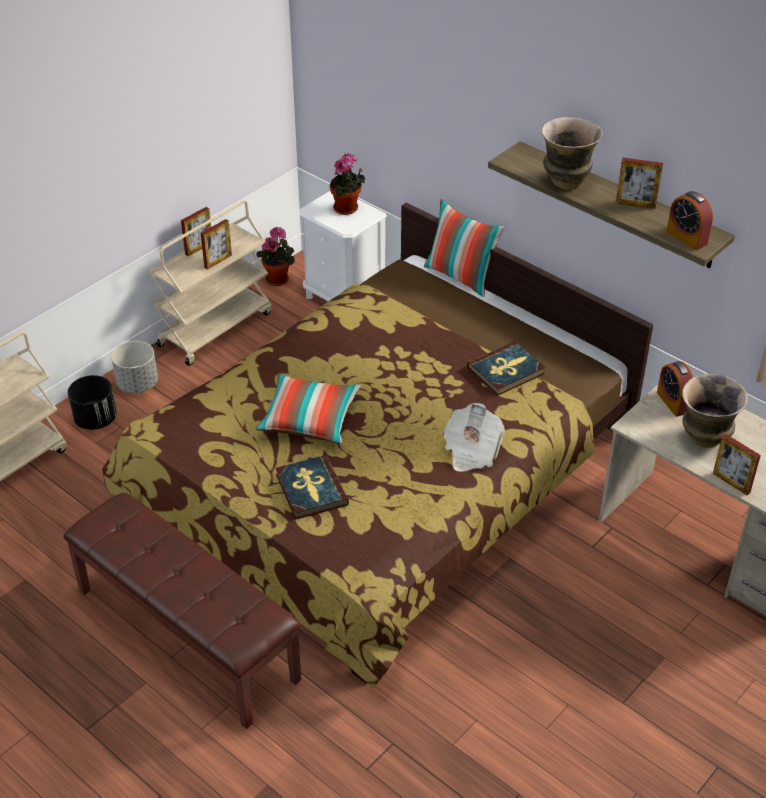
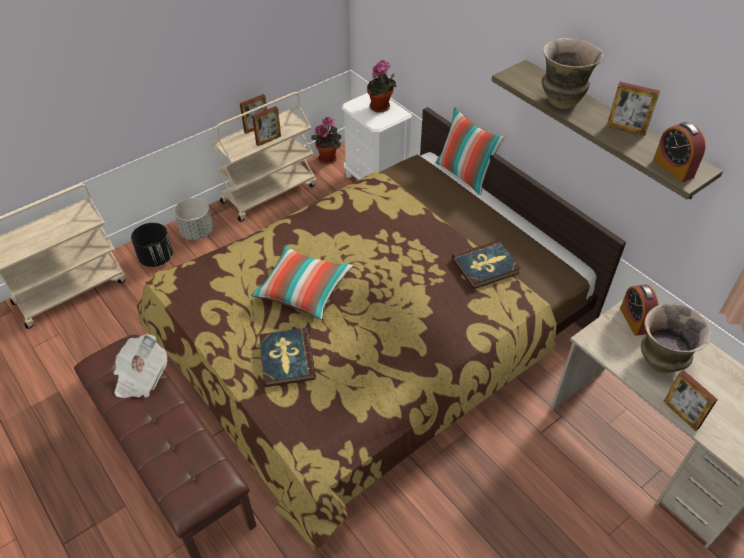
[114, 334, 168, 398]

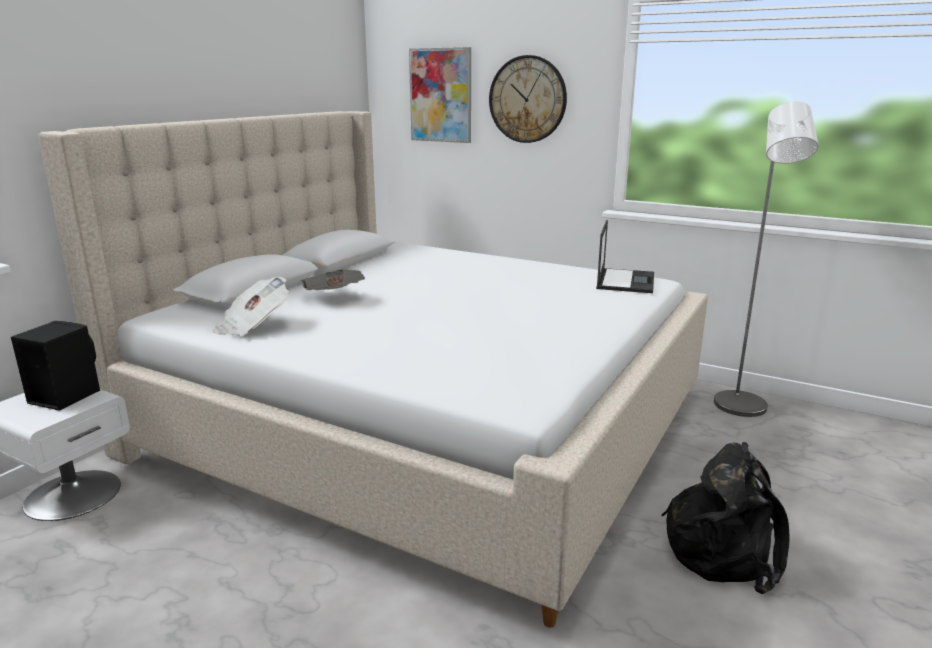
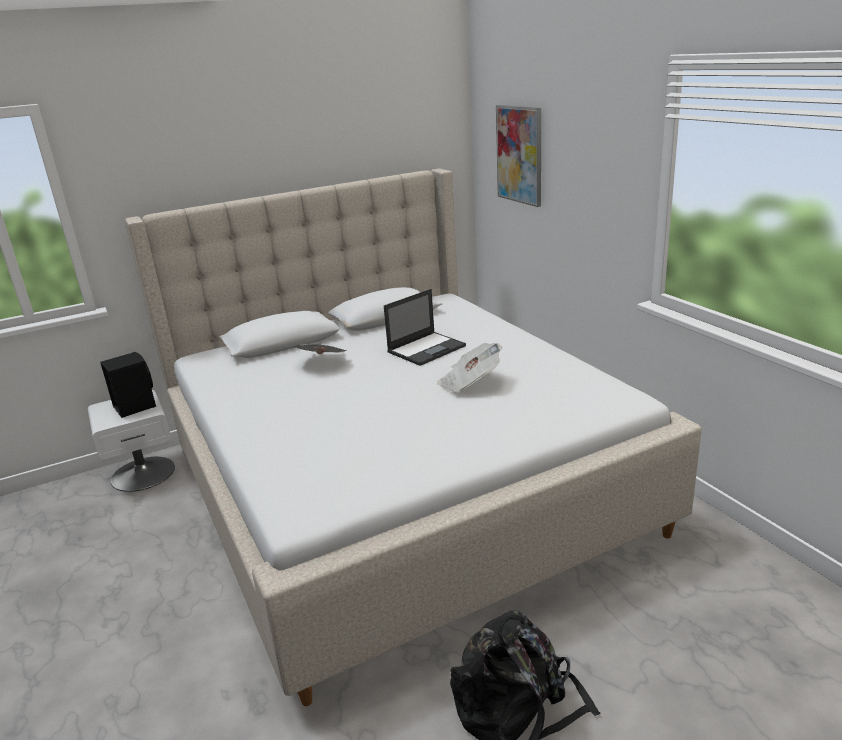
[384, 289, 466, 366]
[437, 343, 502, 393]
[489, 55, 567, 143] (first image)
[714, 102, 819, 417] (first image)

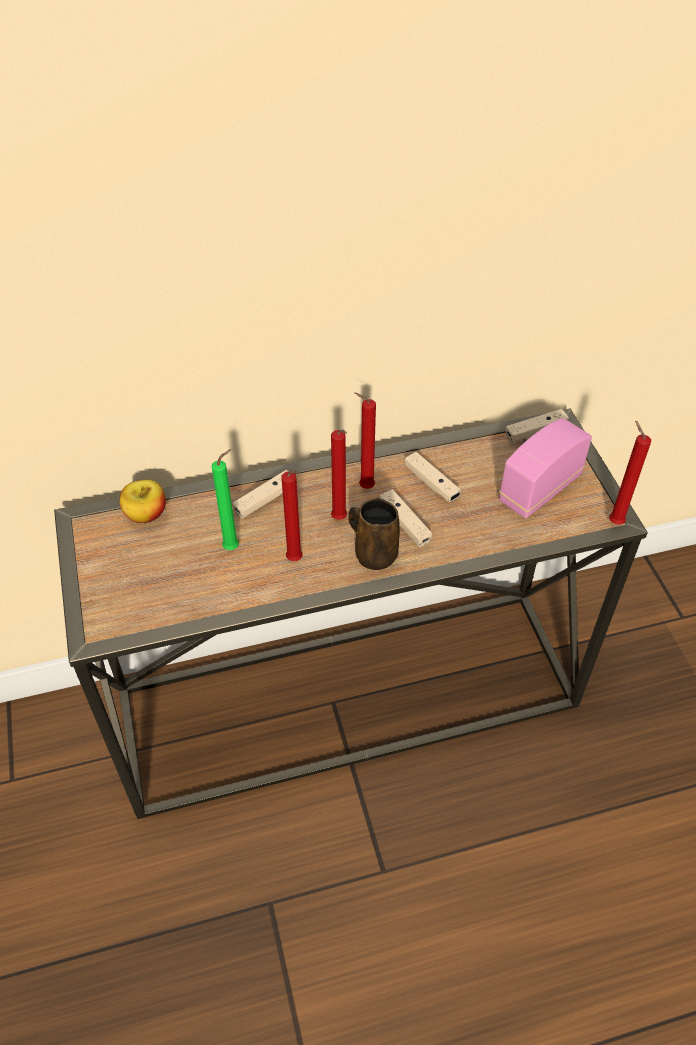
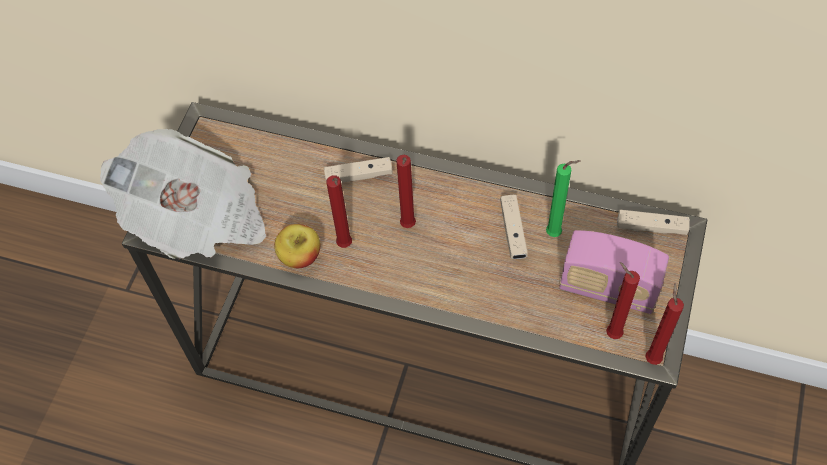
[100, 129, 266, 259]
[274, 224, 320, 268]
[546, 160, 581, 237]
[560, 230, 669, 314]
[606, 262, 640, 339]
[349, 498, 400, 571] (first image)
[379, 489, 432, 547] (first image)

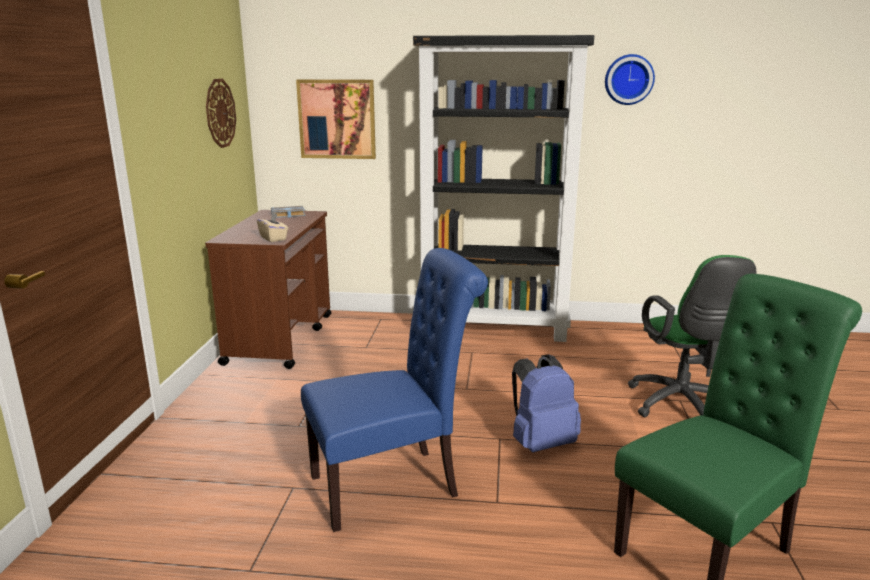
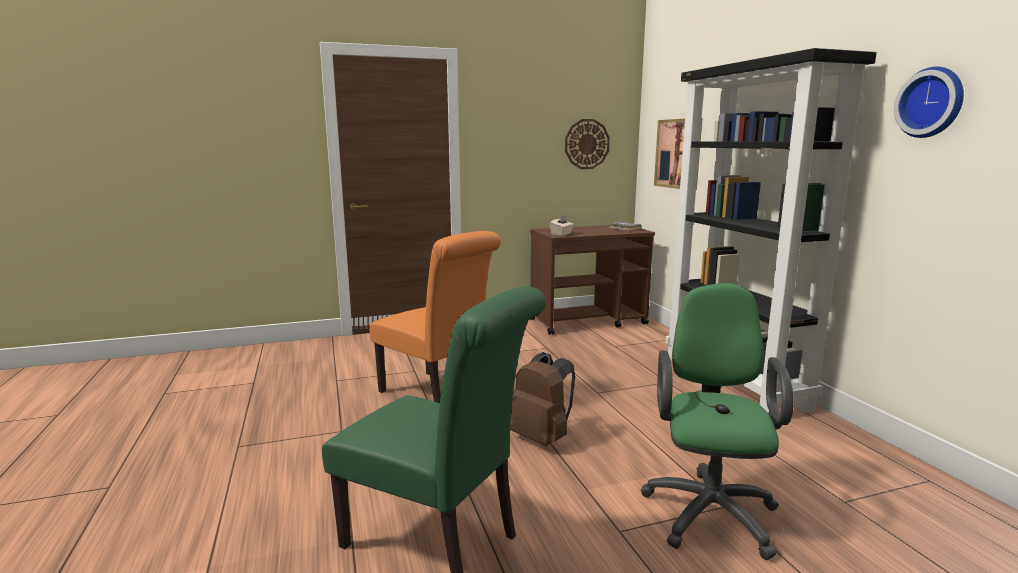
[369, 231, 501, 403]
[510, 352, 575, 446]
[640, 283, 793, 560]

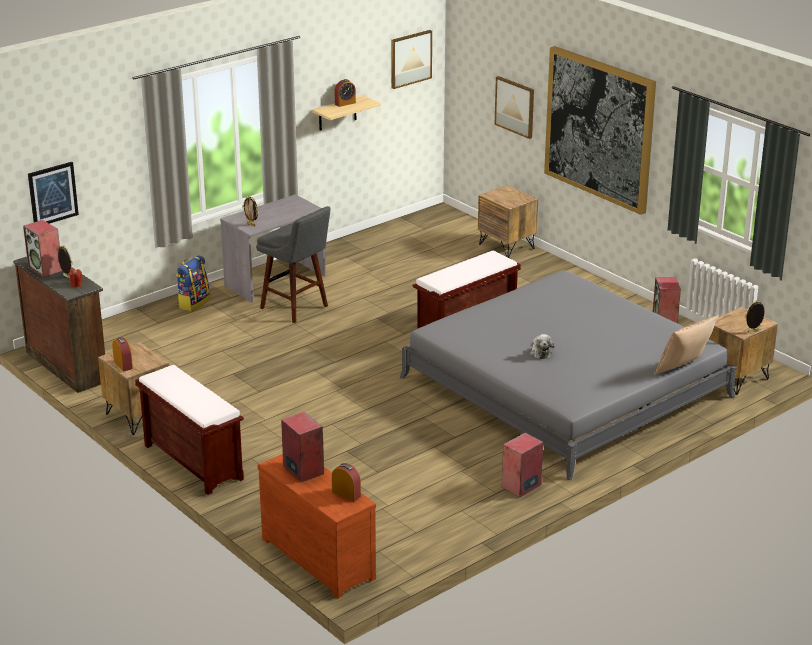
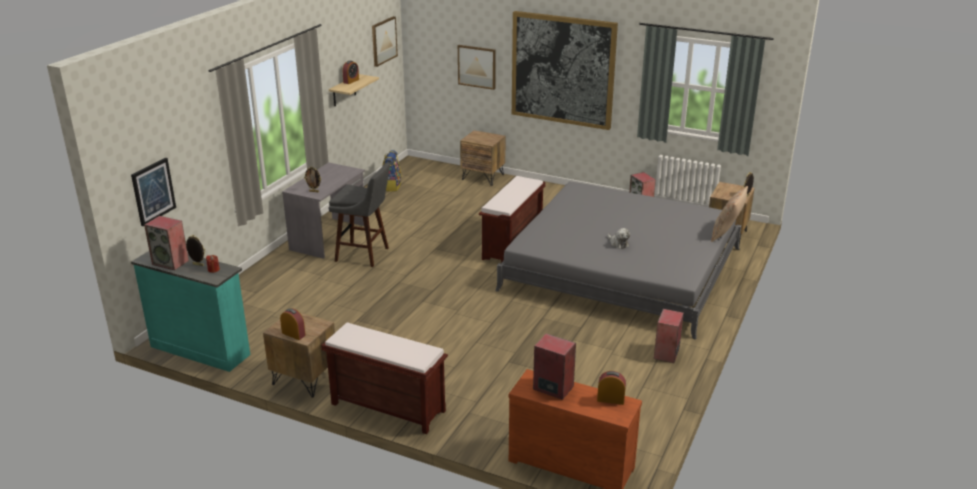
[131, 251, 250, 372]
[383, 150, 402, 192]

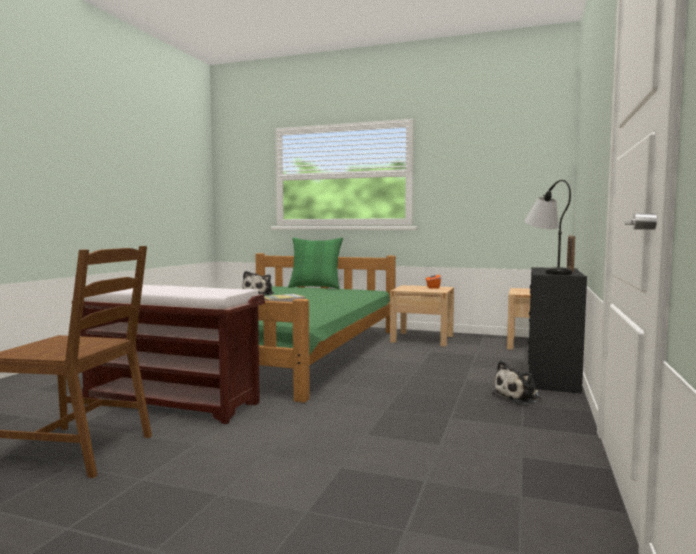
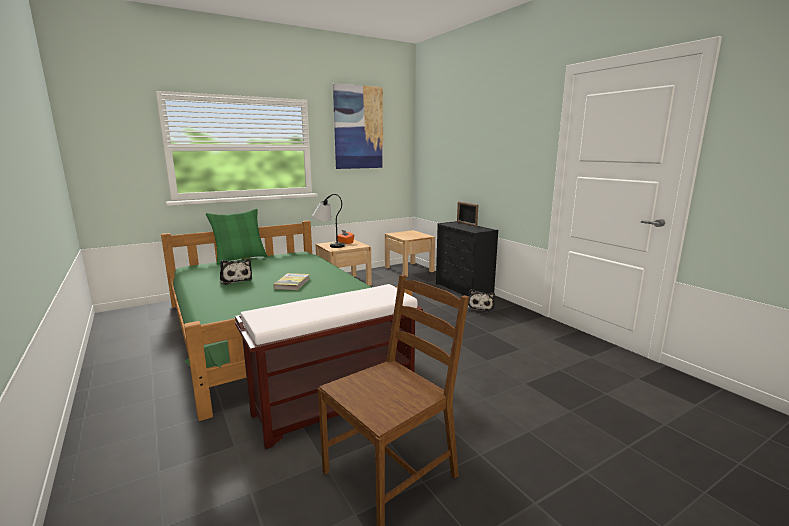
[312, 194, 344, 248]
[333, 83, 383, 169]

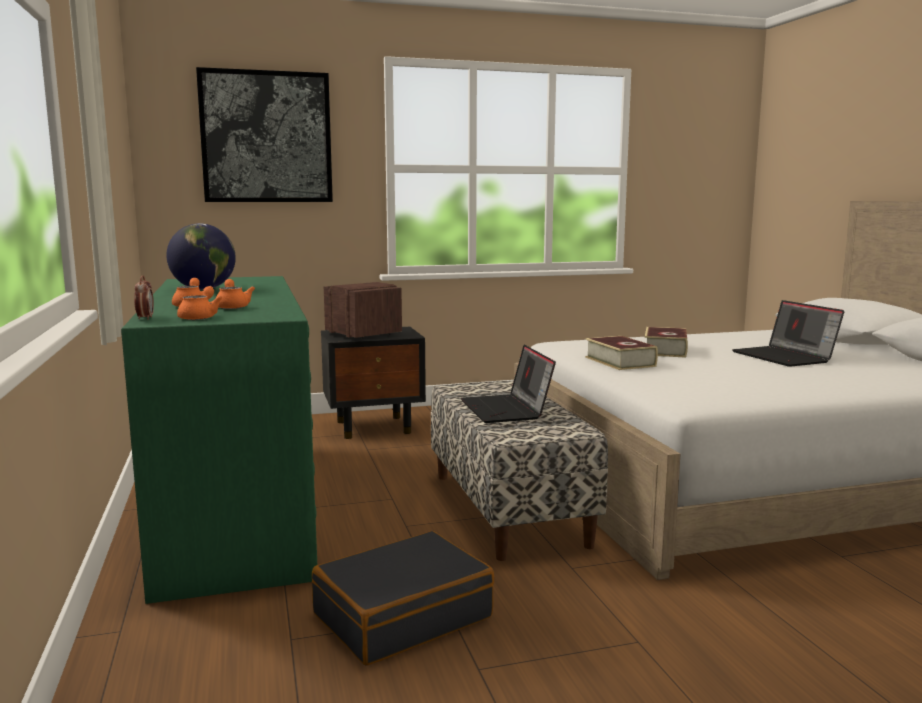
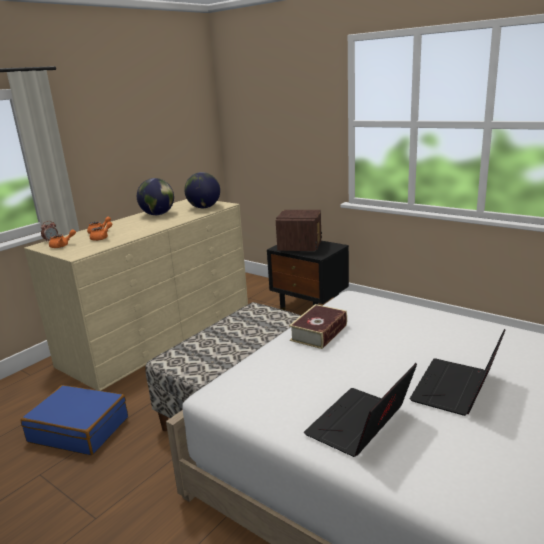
[20, 385, 128, 455]
[24, 199, 248, 391]
[184, 172, 220, 208]
[304, 363, 417, 457]
[196, 67, 333, 202] (first image)
[645, 327, 688, 358] (first image)

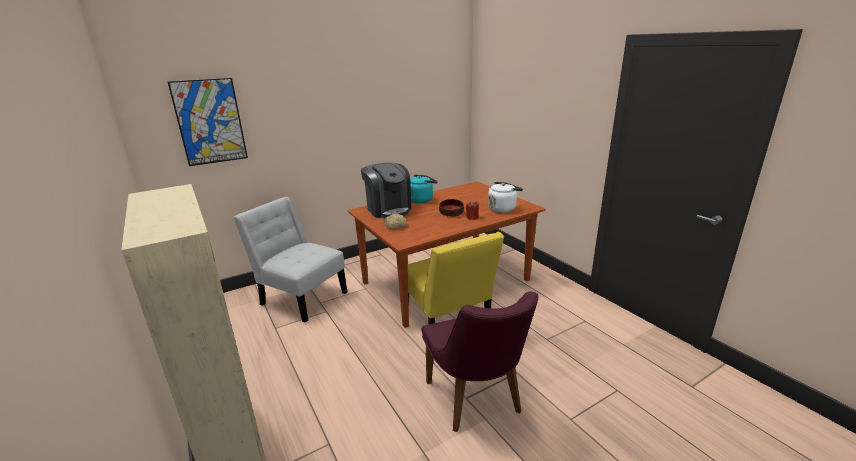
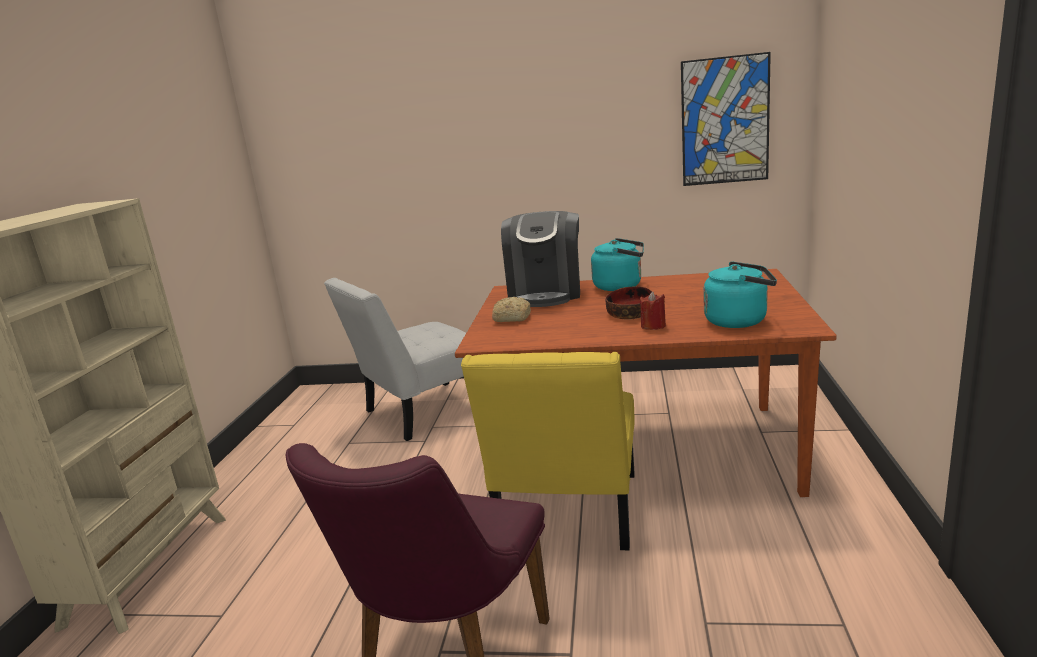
[324, 278, 466, 441]
[681, 52, 771, 186]
[703, 262, 777, 328]

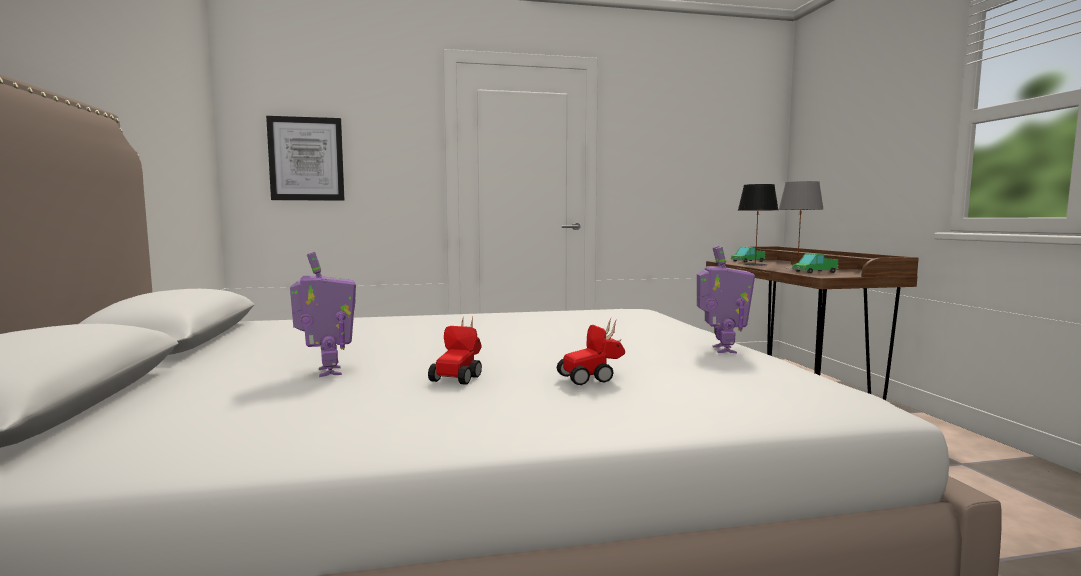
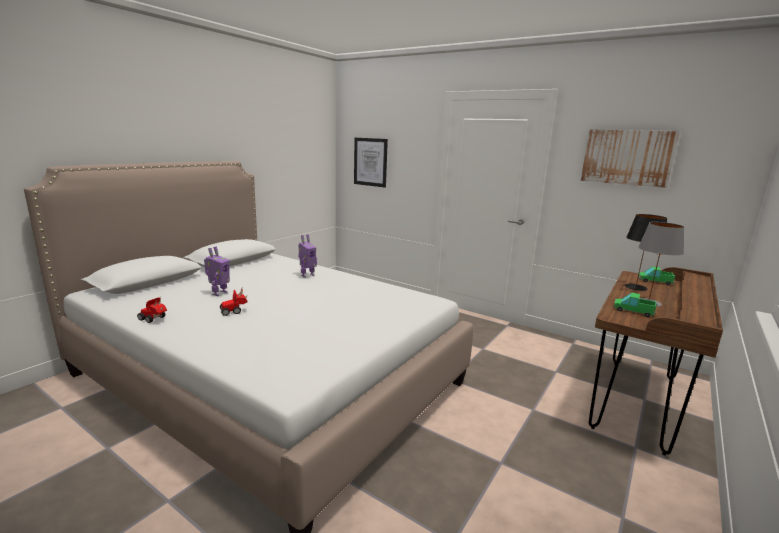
[137, 297, 167, 323]
[298, 235, 317, 278]
[581, 129, 679, 188]

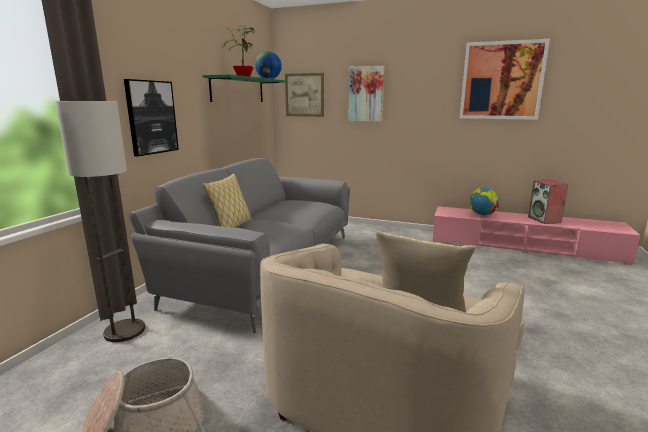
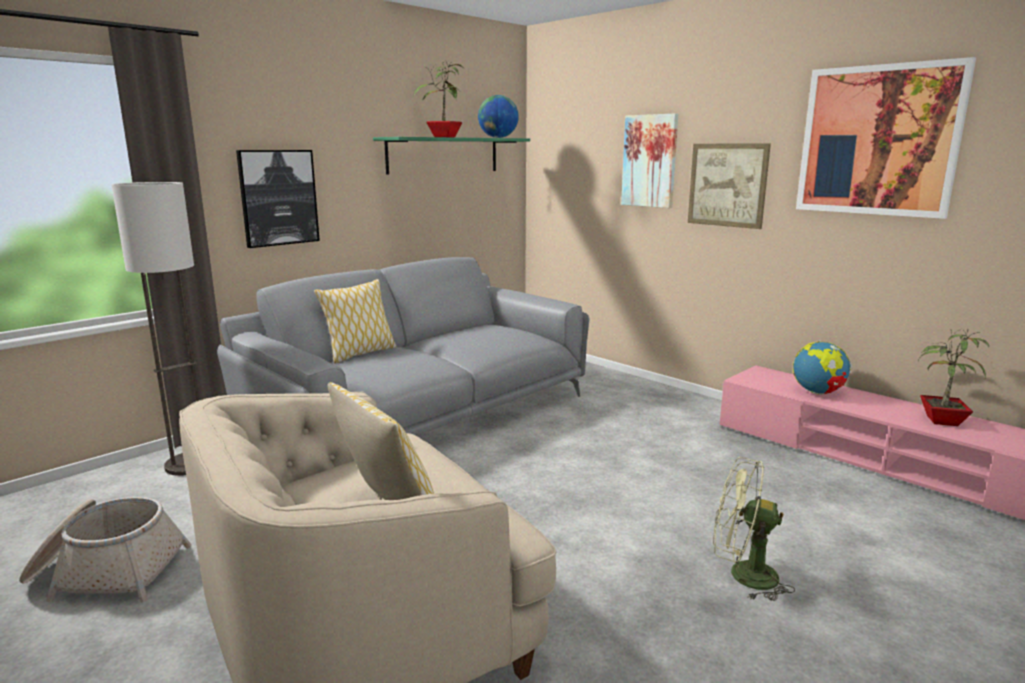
[688, 143, 771, 229]
[713, 457, 795, 601]
[918, 329, 989, 426]

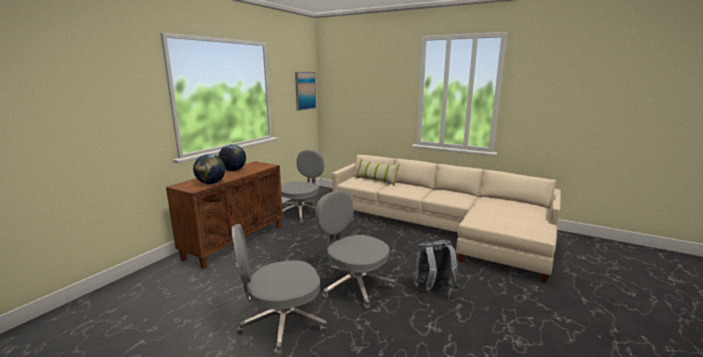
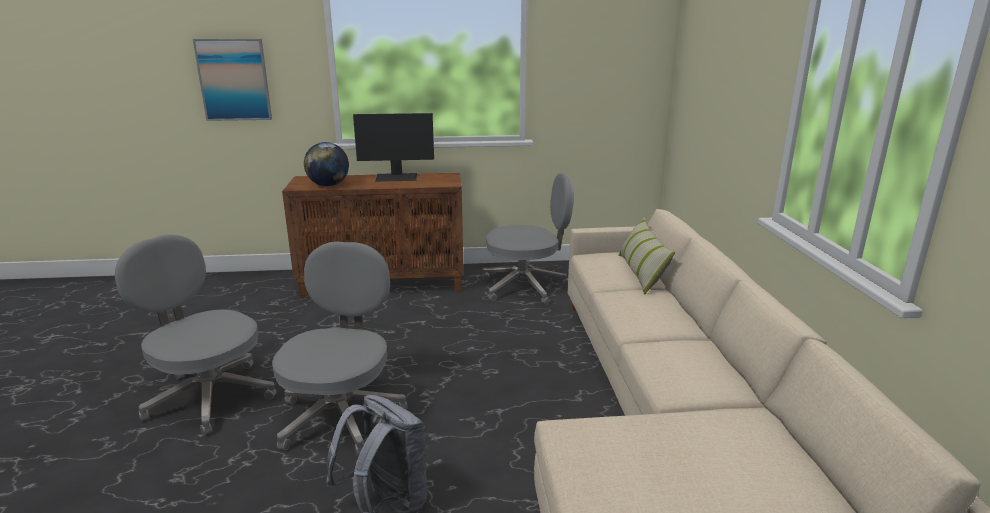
[193, 39, 272, 121]
[353, 113, 434, 182]

